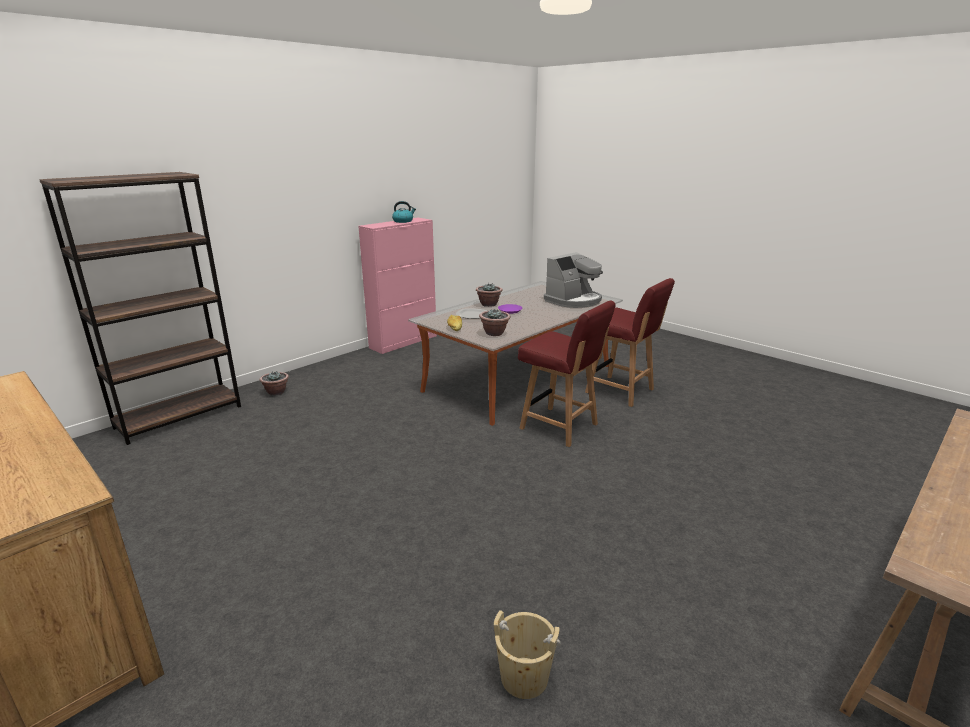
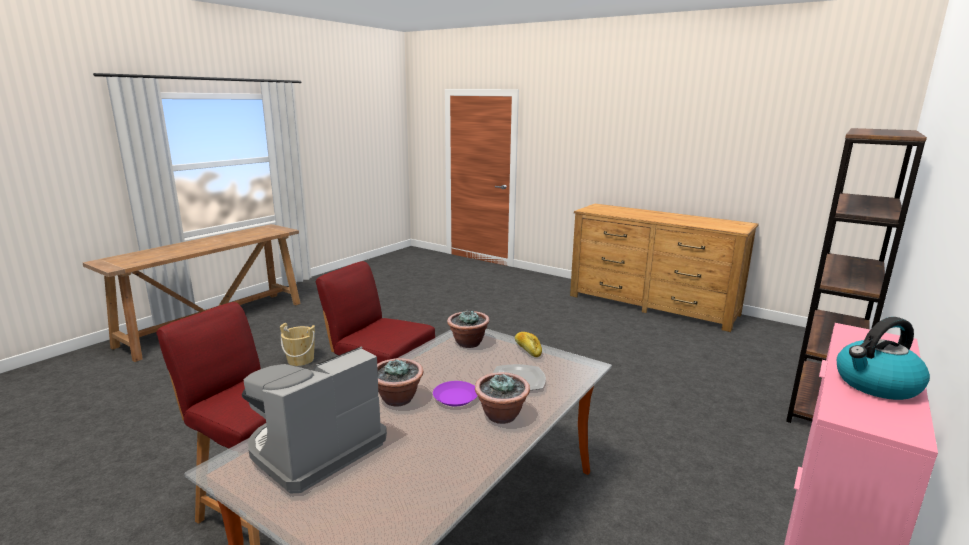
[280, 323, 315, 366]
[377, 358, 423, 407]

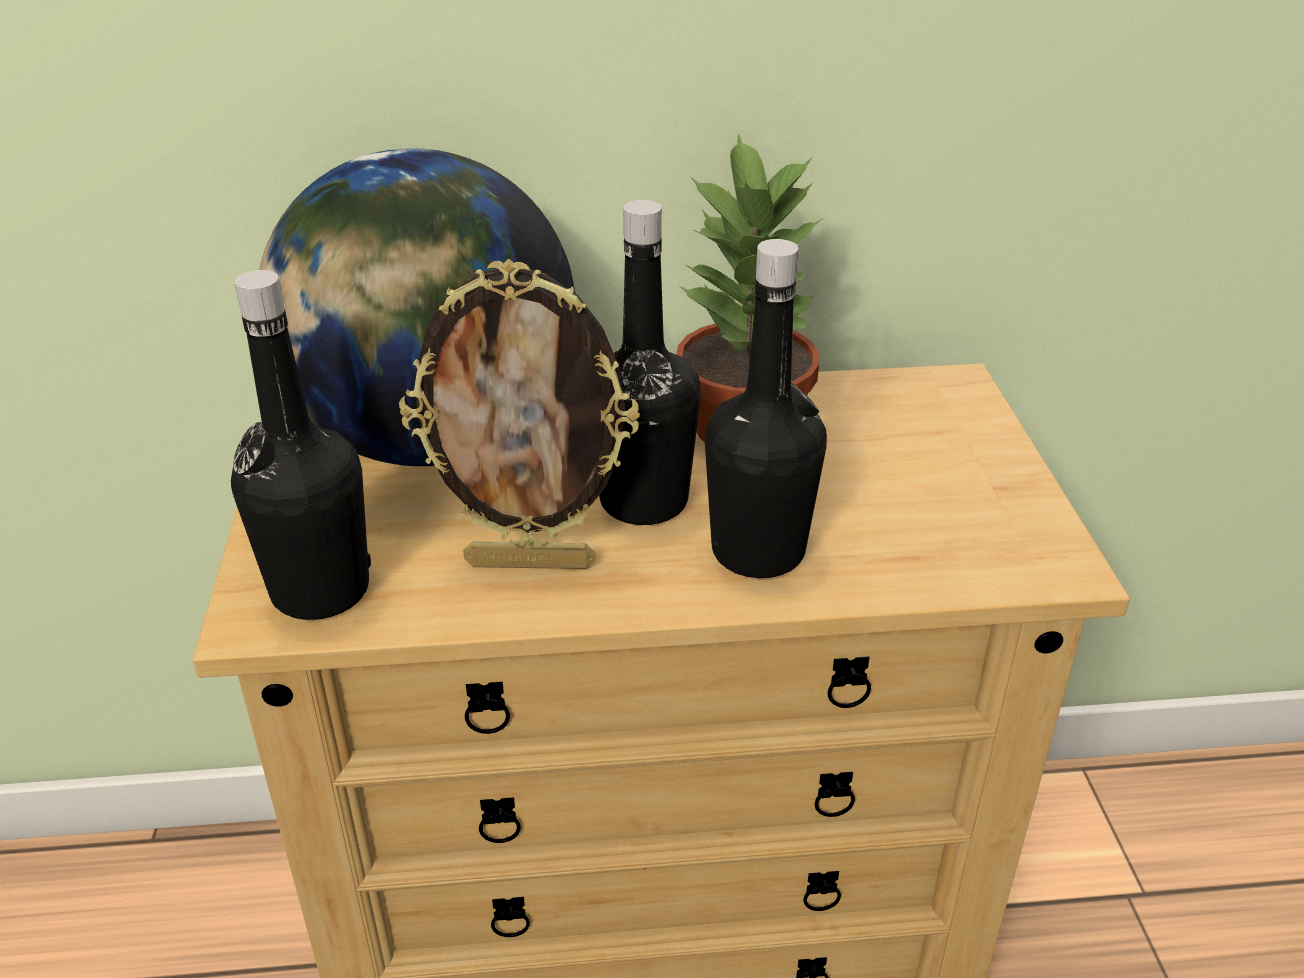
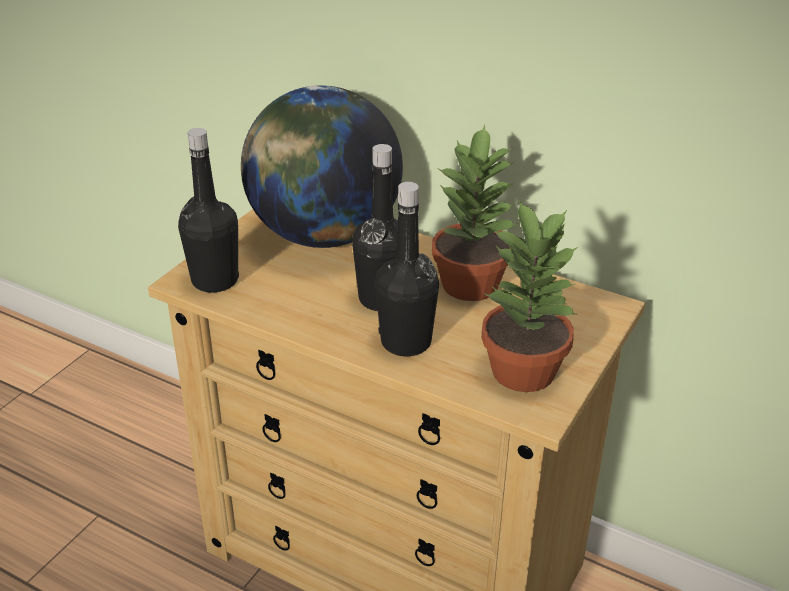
[481, 200, 578, 392]
[399, 259, 640, 569] (first image)

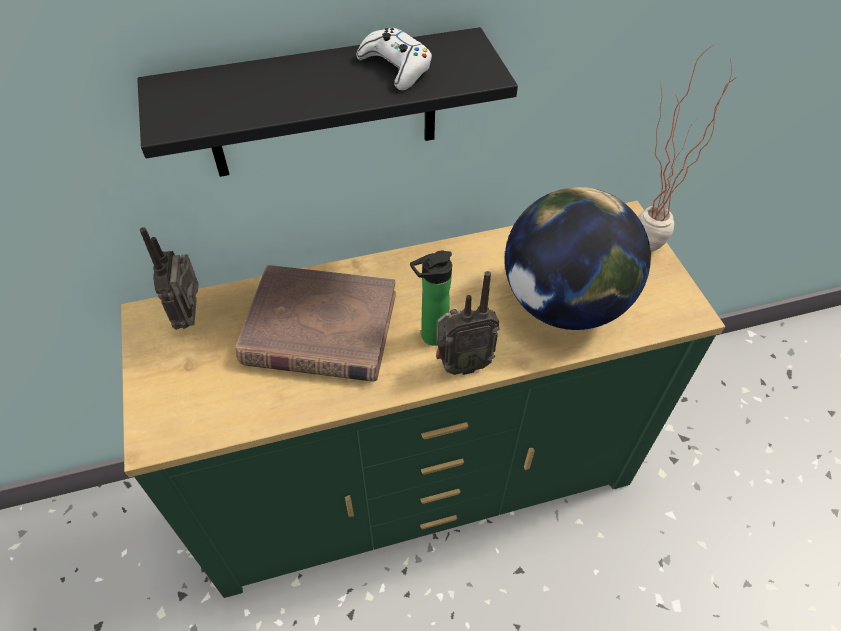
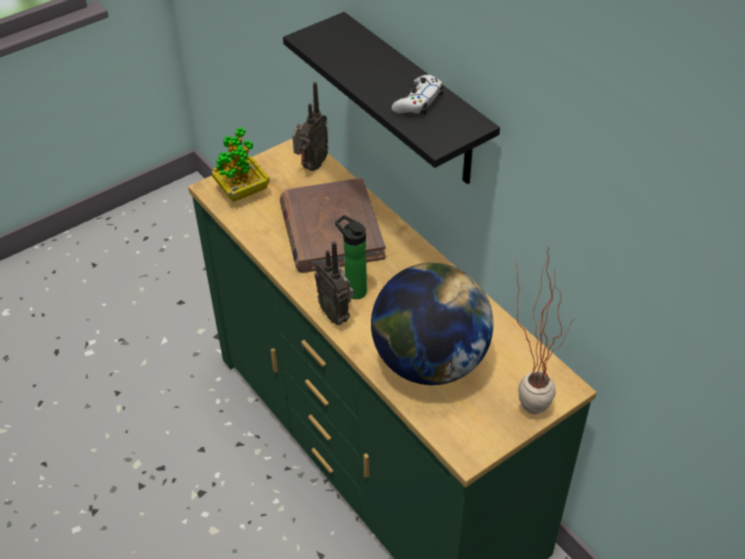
[211, 127, 270, 202]
[292, 82, 329, 171]

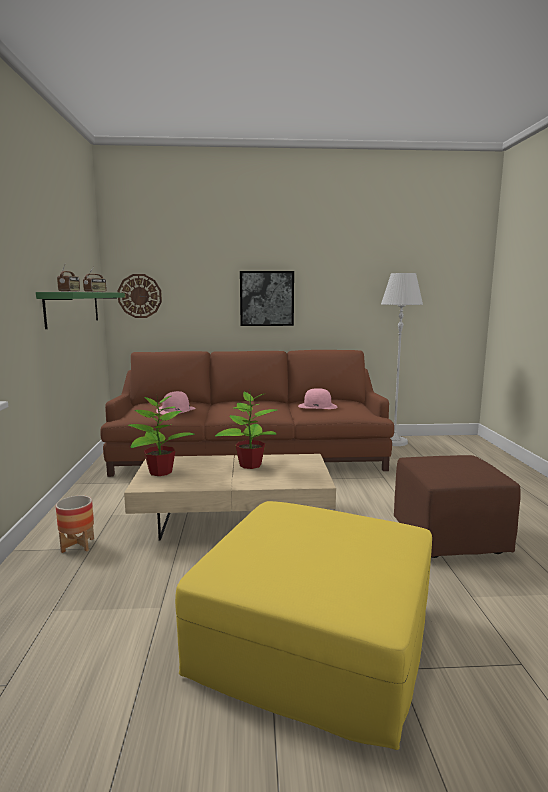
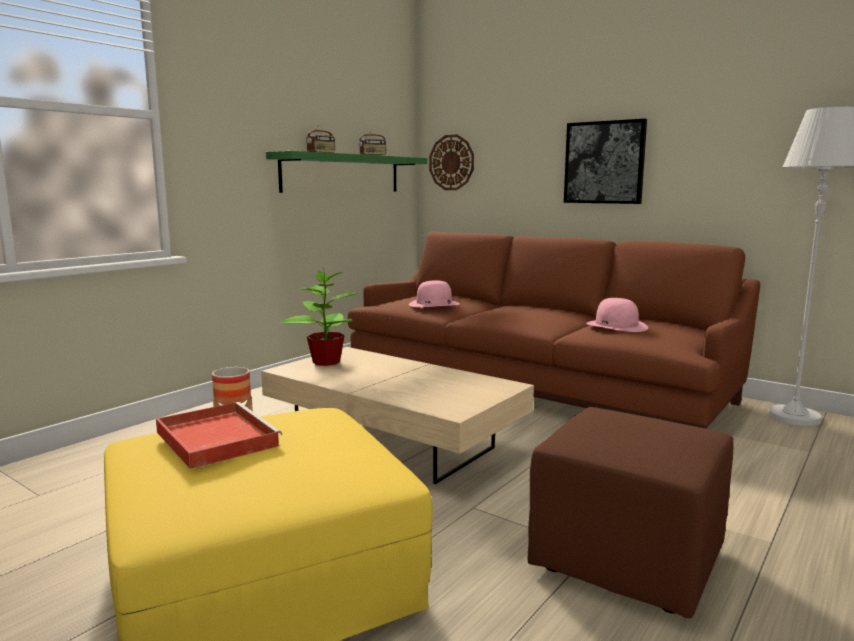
[156, 402, 282, 469]
[215, 389, 277, 469] (first image)

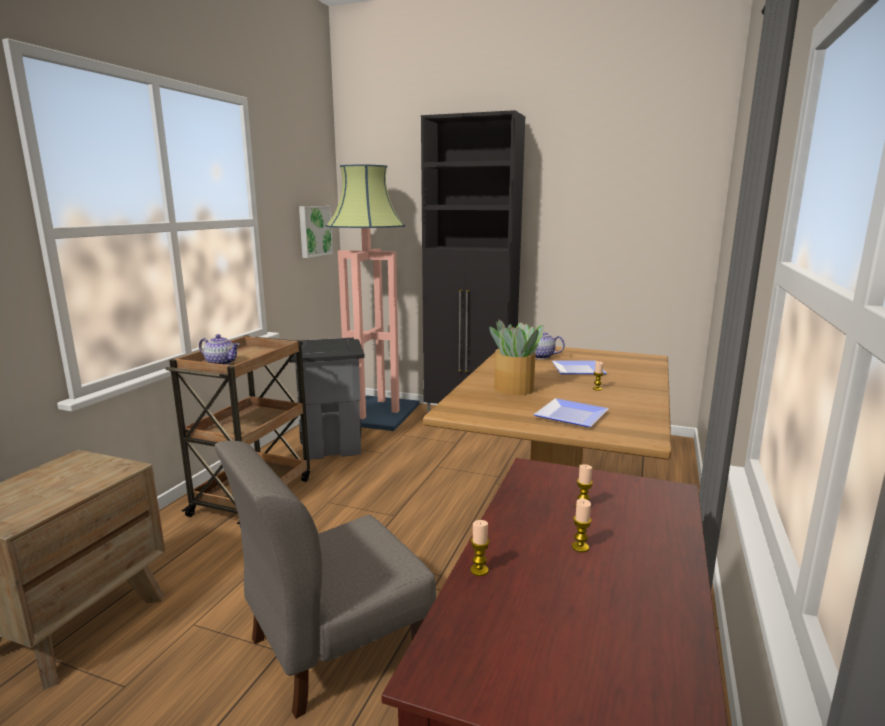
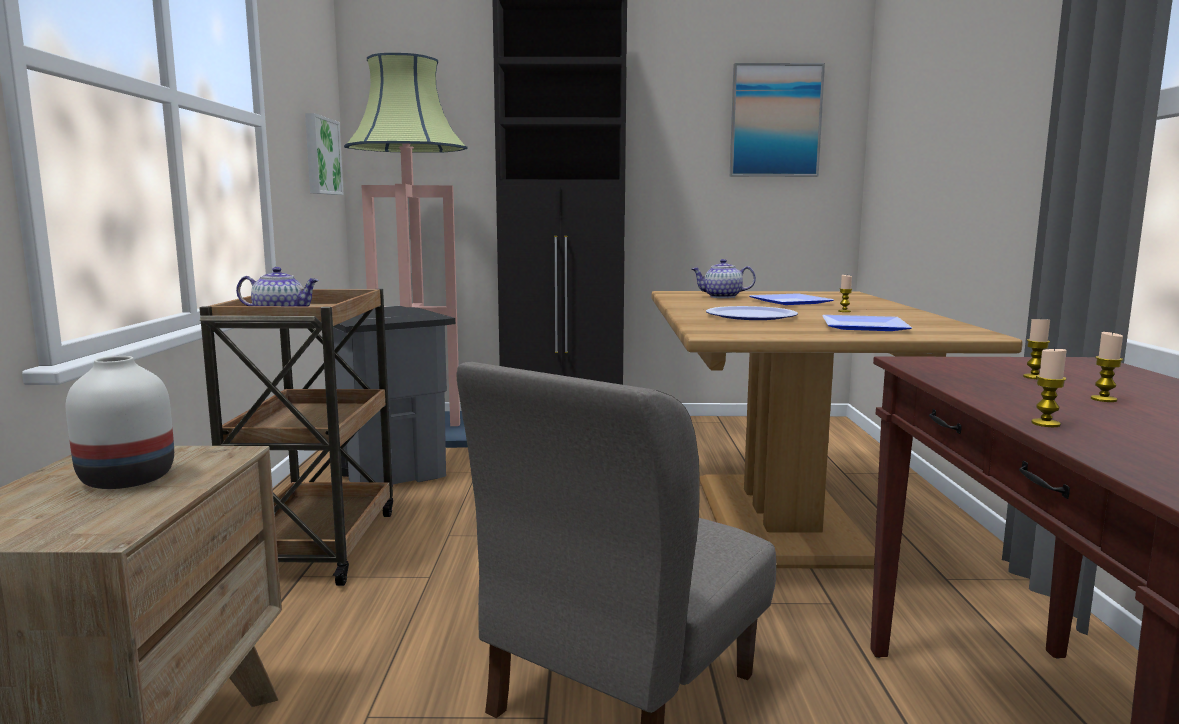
[66, 356, 174, 489]
[706, 306, 798, 320]
[730, 63, 825, 177]

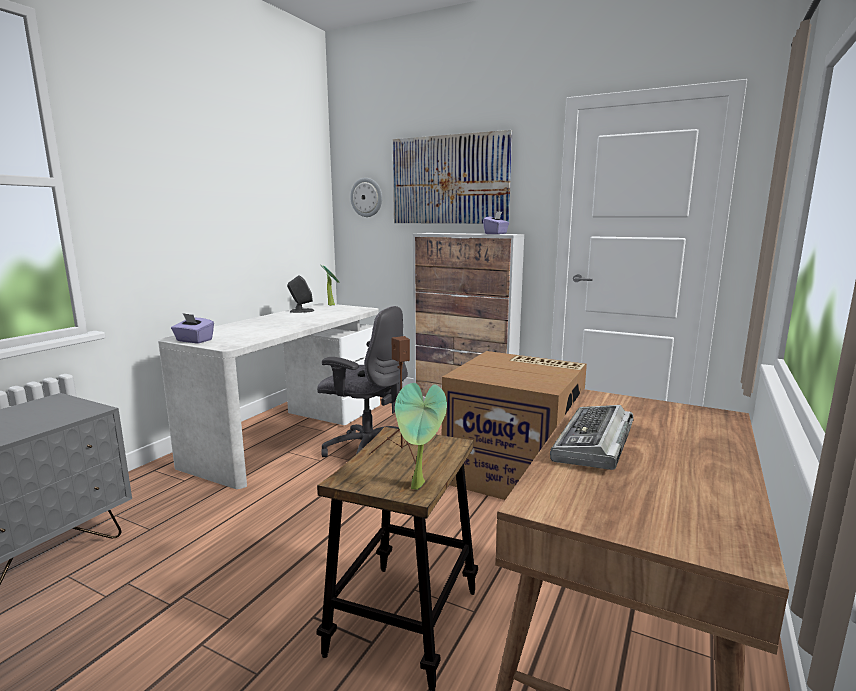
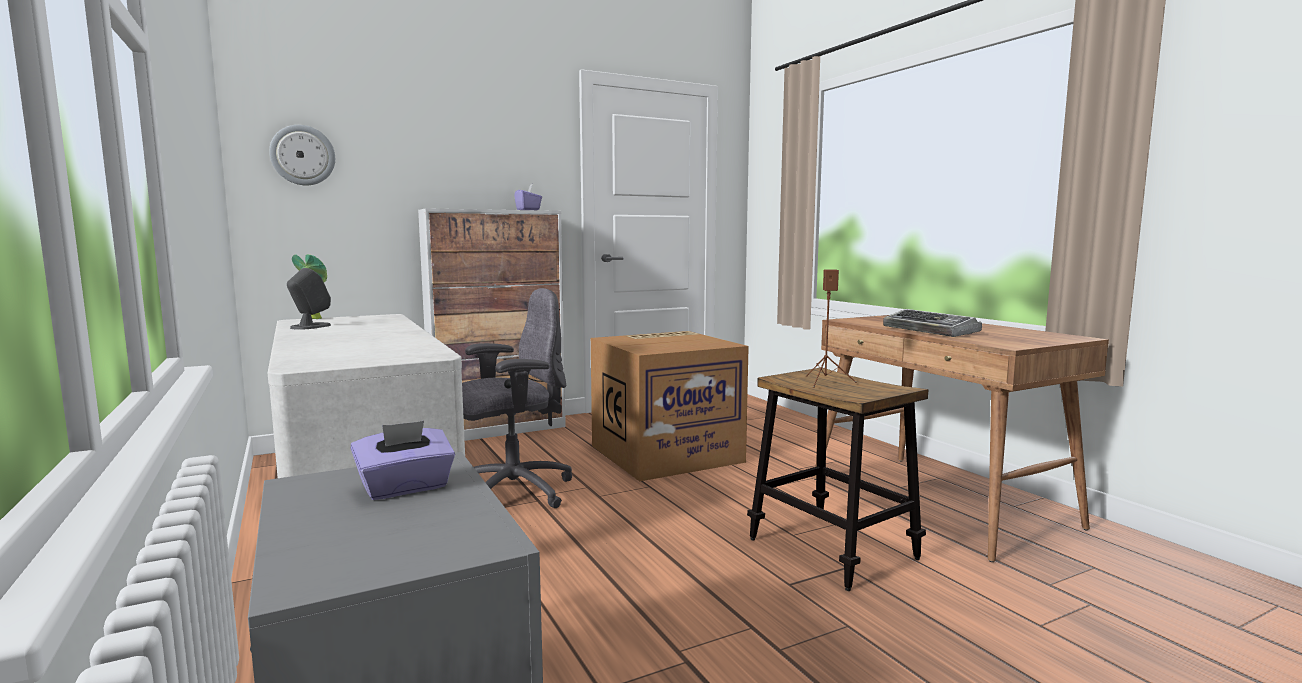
[351, 421, 455, 500]
[393, 130, 512, 224] (first image)
[395, 383, 447, 490] (first image)

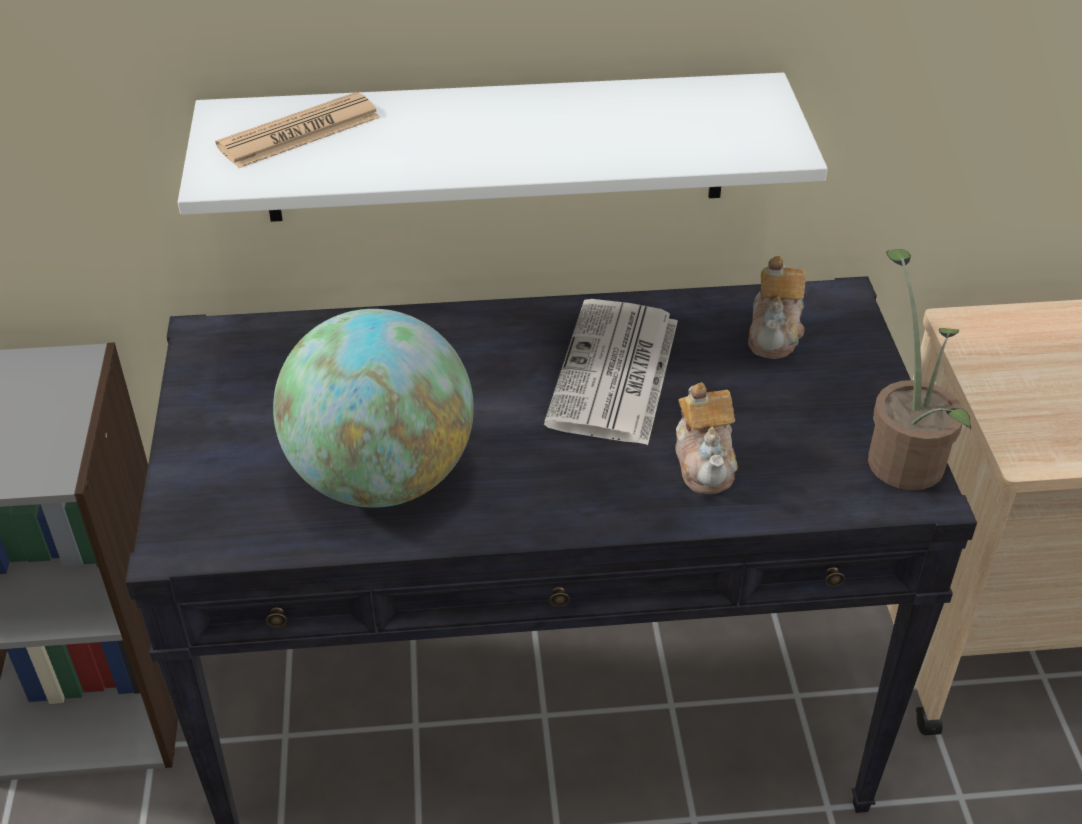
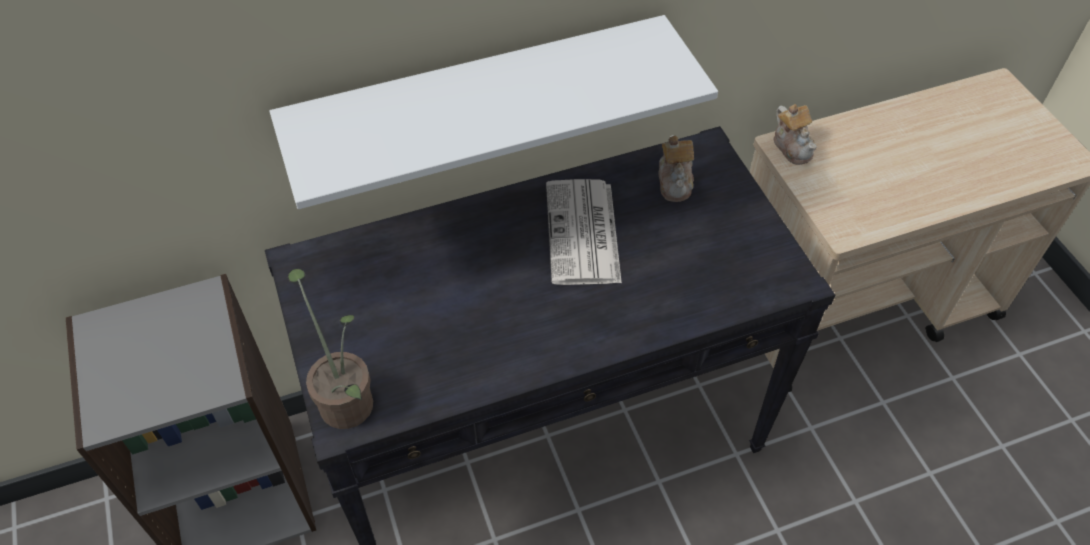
[288, 269, 373, 429]
[774, 104, 817, 165]
[215, 92, 381, 168] (first image)
[273, 309, 474, 508] (first image)

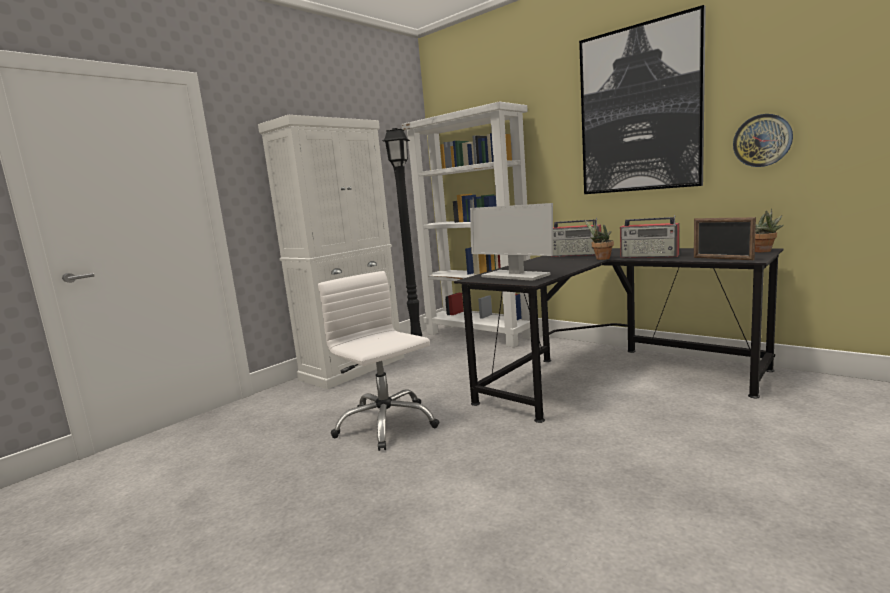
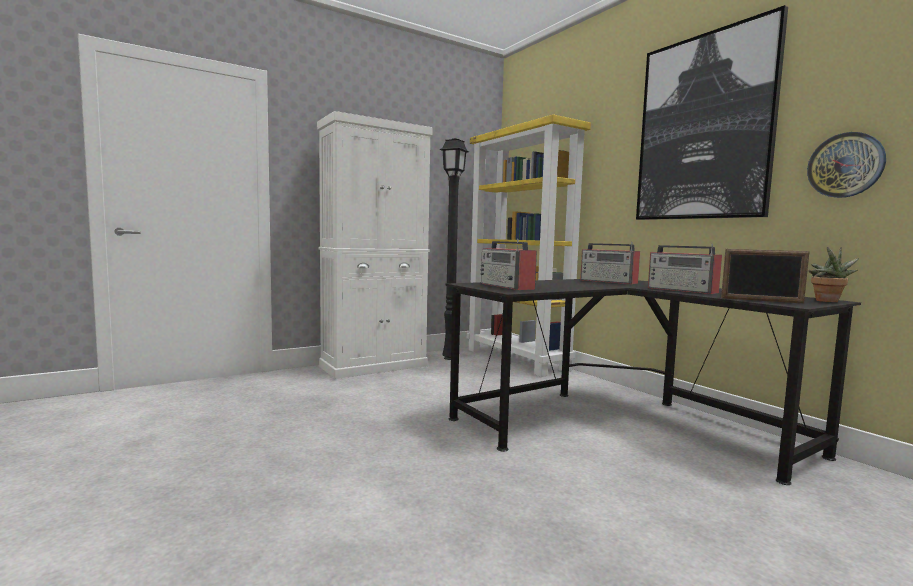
[467, 114, 591, 377]
[480, 239, 537, 290]
[721, 249, 810, 303]
[318, 271, 439, 451] (first image)
[584, 220, 614, 260] (first image)

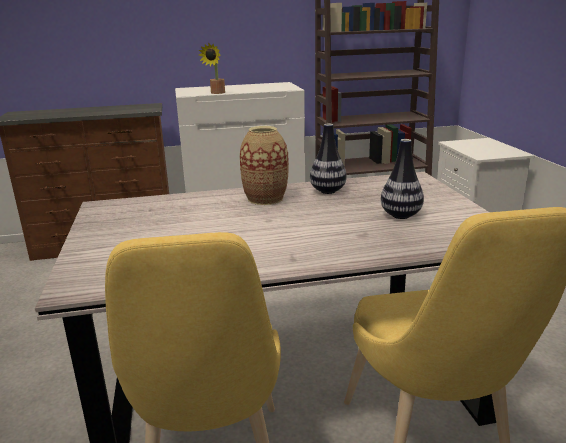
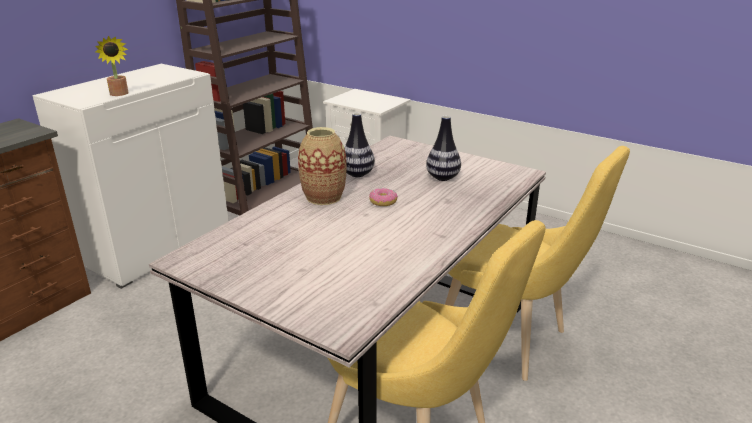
[369, 188, 398, 206]

